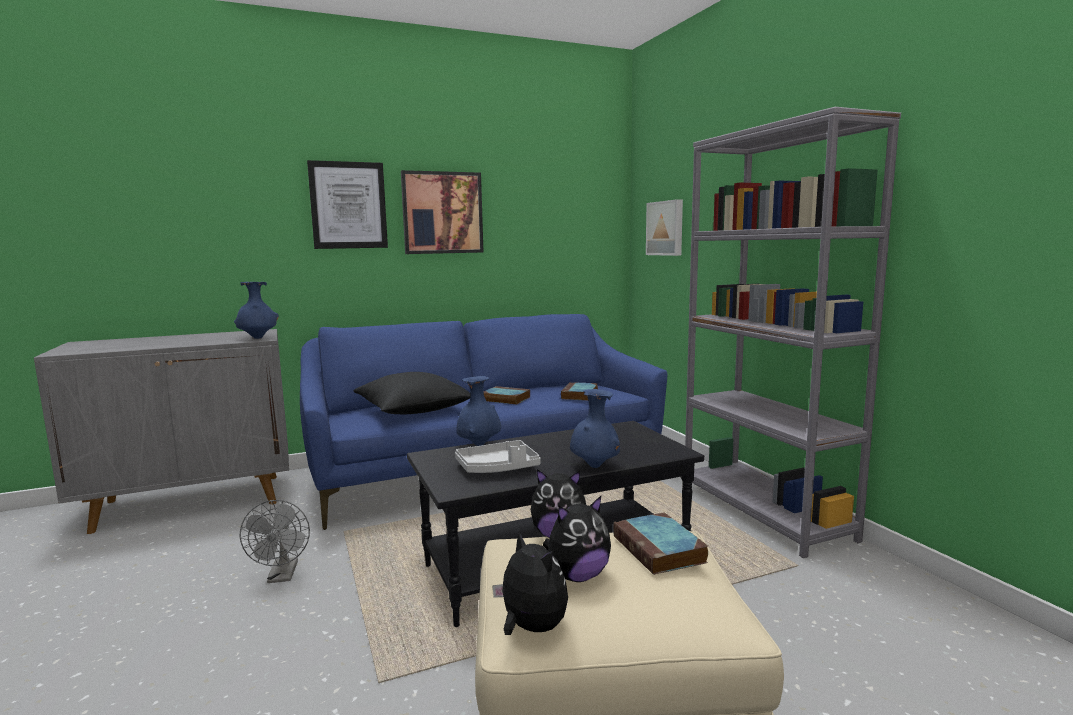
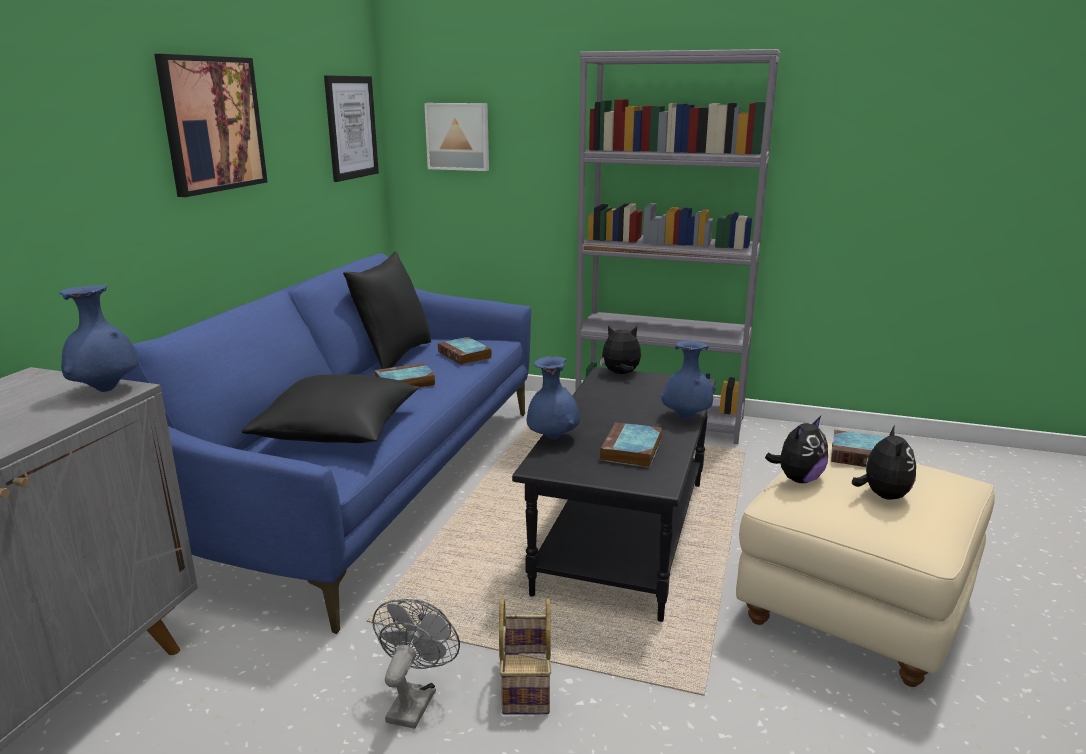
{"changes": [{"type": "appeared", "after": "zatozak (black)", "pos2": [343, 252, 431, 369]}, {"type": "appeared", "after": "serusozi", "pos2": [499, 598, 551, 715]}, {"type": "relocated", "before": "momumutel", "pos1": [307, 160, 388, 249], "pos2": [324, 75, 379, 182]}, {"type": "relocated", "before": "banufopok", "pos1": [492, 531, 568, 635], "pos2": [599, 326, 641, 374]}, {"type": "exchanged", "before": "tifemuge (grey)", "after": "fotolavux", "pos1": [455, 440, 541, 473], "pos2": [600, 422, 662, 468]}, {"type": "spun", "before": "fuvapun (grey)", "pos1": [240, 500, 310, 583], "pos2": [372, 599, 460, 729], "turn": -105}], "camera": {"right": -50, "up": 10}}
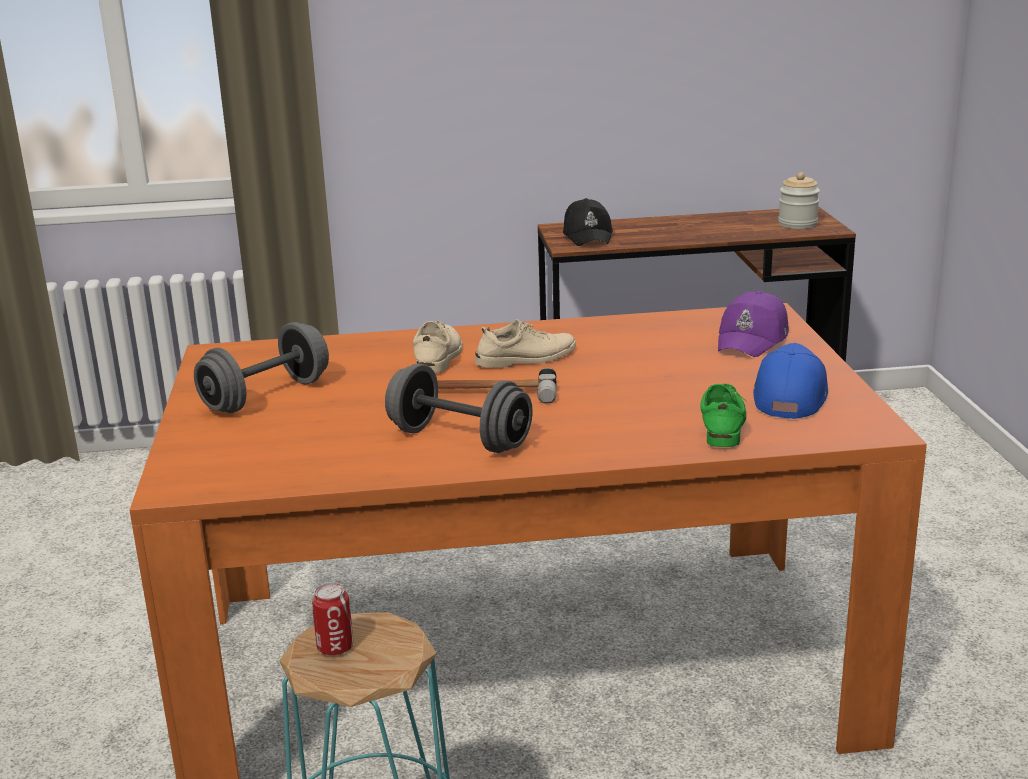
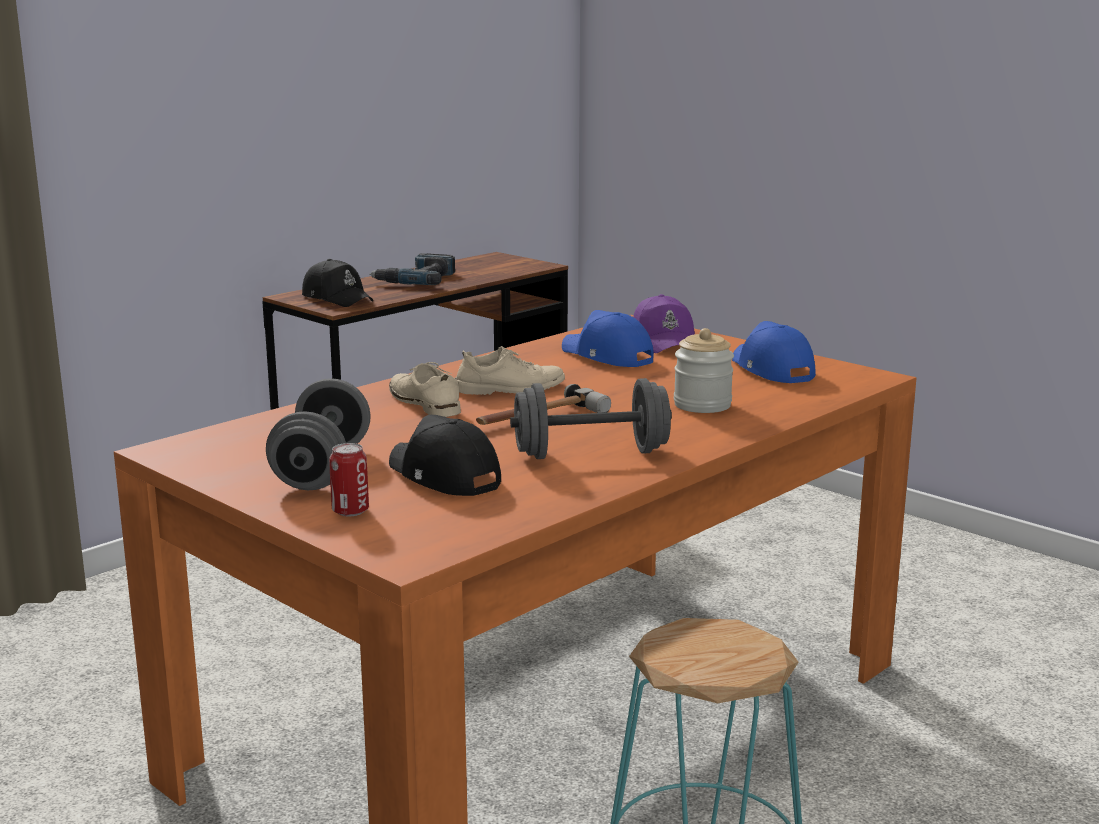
{"changes": [{"type": "missing", "before": "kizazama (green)", "pos1": [700, 384, 747, 447]}, {"type": "appeared", "after": "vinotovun", "pos2": [369, 253, 455, 285]}, {"type": "appeared", "after": "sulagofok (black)", "pos2": [389, 415, 501, 496]}, {"type": "appeared", "after": "sulagofok (blue)", "pos2": [562, 310, 654, 367]}, {"type": "relocated", "before": "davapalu", "pos1": [312, 583, 354, 656], "pos2": [329, 443, 369, 516]}, {"type": "relocated", "before": "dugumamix", "pos1": [778, 172, 820, 229], "pos2": [674, 328, 734, 413]}, {"type": "spun", "before": "kizazama (beige)", "pos1": [475, 319, 576, 368], "pos2": [455, 346, 565, 395], "turn": 45}], "camera": {"right": -40, "up": -5}}
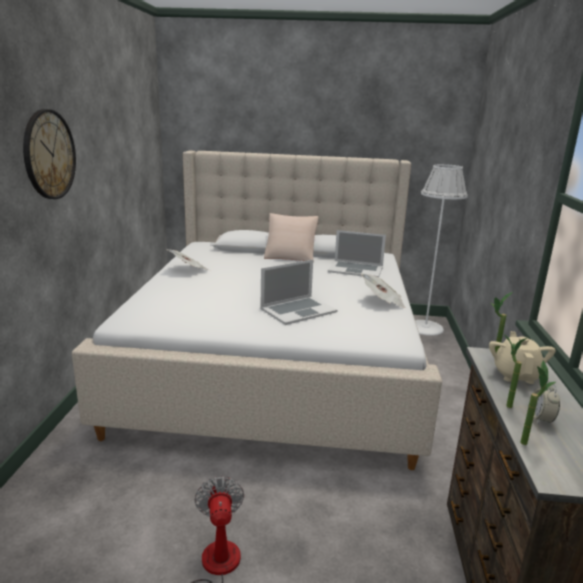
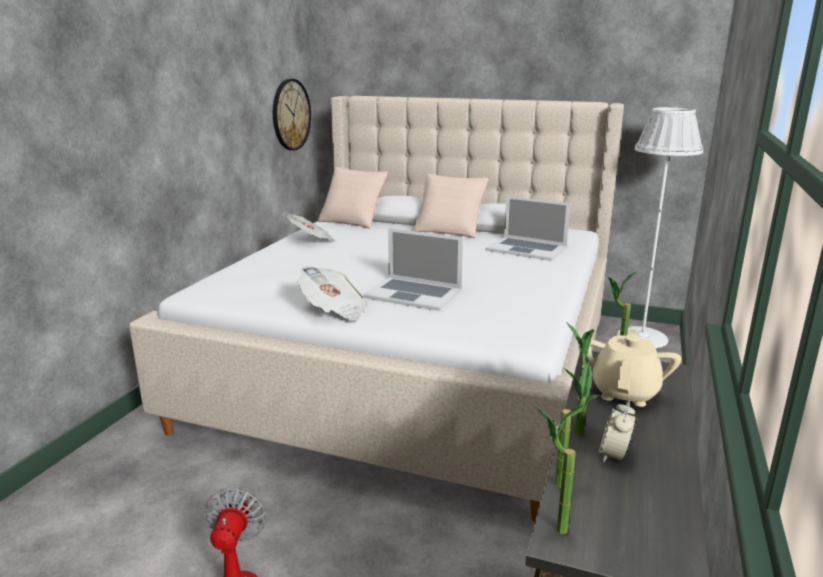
{"changes": [{"type": "appeared", "after": "zatozak (beige)", "pos2": [318, 167, 388, 229]}, {"type": "appeared", "after": "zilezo", "pos2": [535, 405, 585, 534]}, {"type": "relocated", "before": "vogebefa", "pos1": [23, 109, 76, 199], "pos2": [273, 79, 311, 151]}, {"type": "relocated", "before": "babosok", "pos1": [361, 273, 405, 308], "pos2": [297, 266, 368, 321]}, {"type": "spun", "before": "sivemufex", "pos1": [260, 260, 337, 325], "pos2": [362, 228, 463, 311], "turn": 45}], "camera": {"right": 15, "up": 0}}
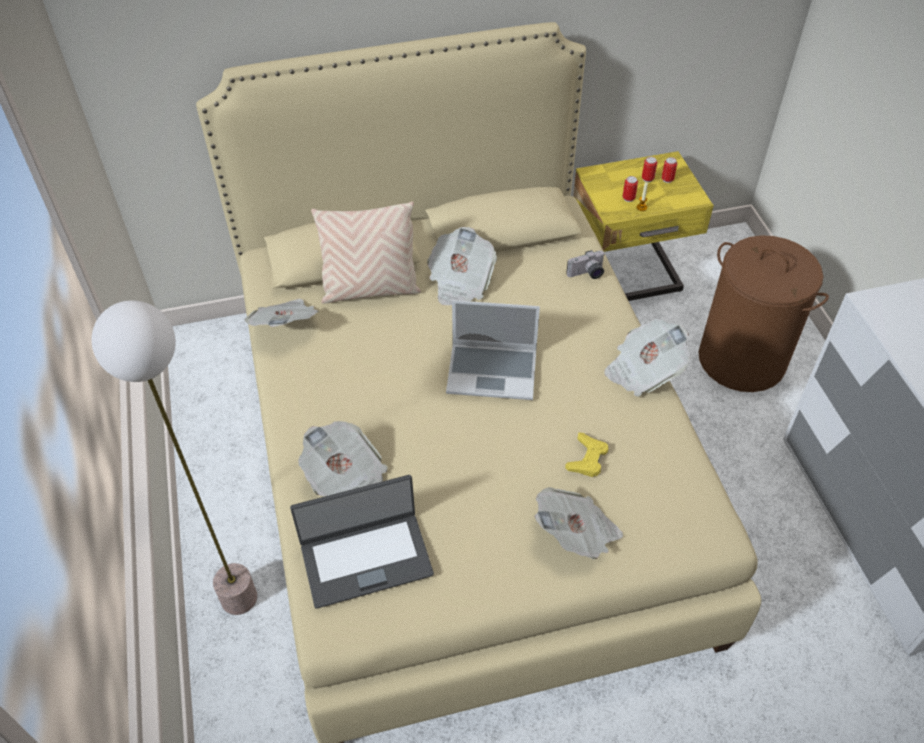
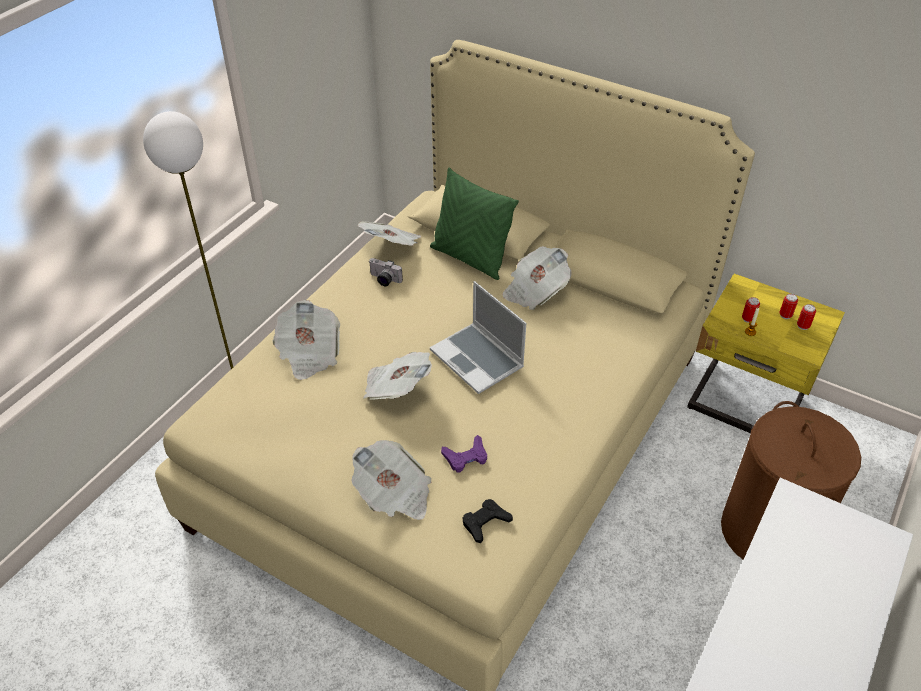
{"changes": [{"type": "missing", "before": "sivemufex", "pos1": [290, 475, 434, 609]}, {"type": "appeared", "after": "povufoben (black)", "pos2": [463, 499, 513, 543]}, {"type": "relocated", "before": "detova", "pos1": [566, 250, 605, 279], "pos2": [369, 258, 403, 286]}, {"type": "relocated", "before": "babosok", "pos1": [604, 319, 690, 397], "pos2": [363, 352, 432, 400]}, {"type": "colour", "before": "zatozak (beige)", "after": "zatozak (green)", "pos1": [311, 201, 421, 304], "pos2": [430, 168, 519, 280]}, {"type": "colour", "before": "povufoben (yellow)", "after": "povufoben (purple)", "pos1": [565, 433, 609, 477], "pos2": [441, 435, 487, 472]}], "camera": {"right": 45, "up": -5}}
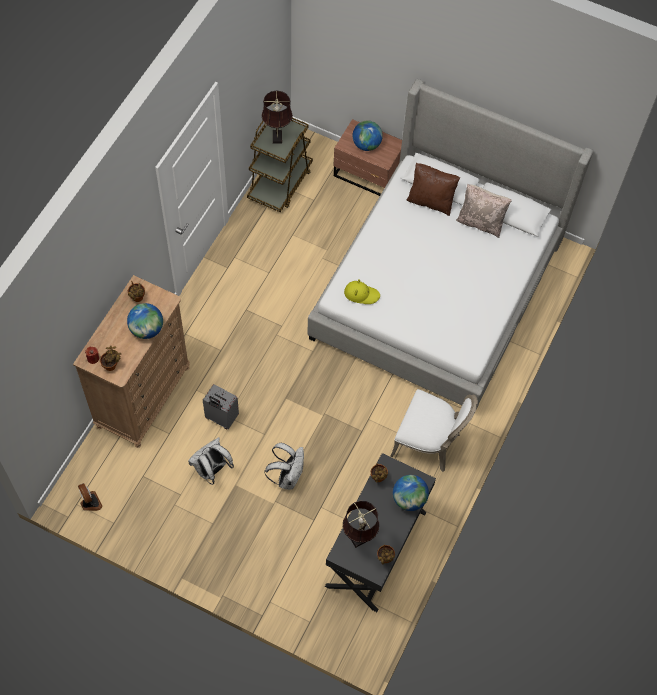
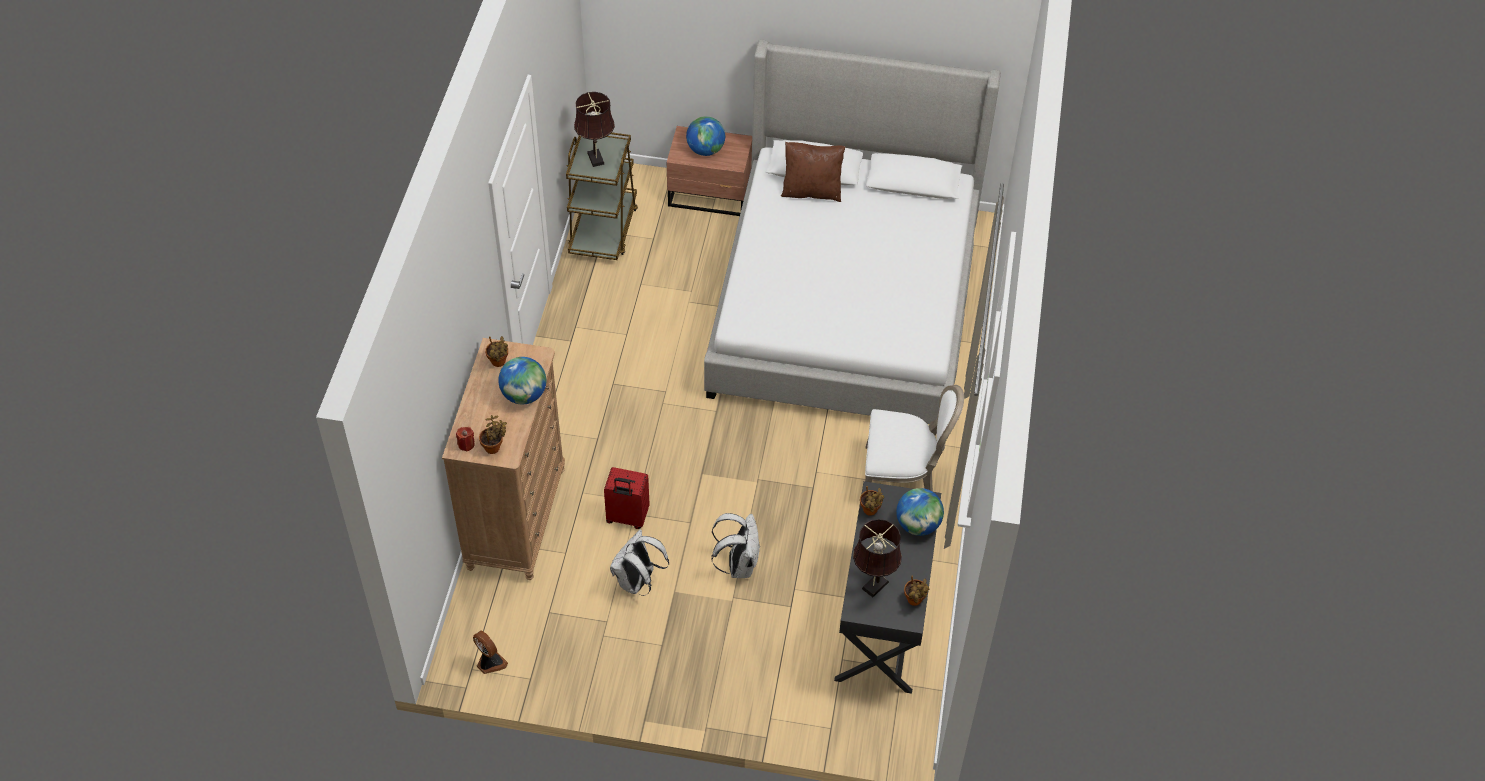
{"changes": [{"type": "missing", "before": "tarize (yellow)", "pos1": [344, 279, 380, 304]}, {"type": "missing", "before": "zatozak (beige)", "pos1": [456, 184, 512, 238]}, {"type": "colour", "before": "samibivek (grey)", "after": "samibivek (red)", "pos1": [203, 384, 239, 429], "pos2": [604, 467, 650, 529]}], "camera": {"right": -15, "up": -10}}
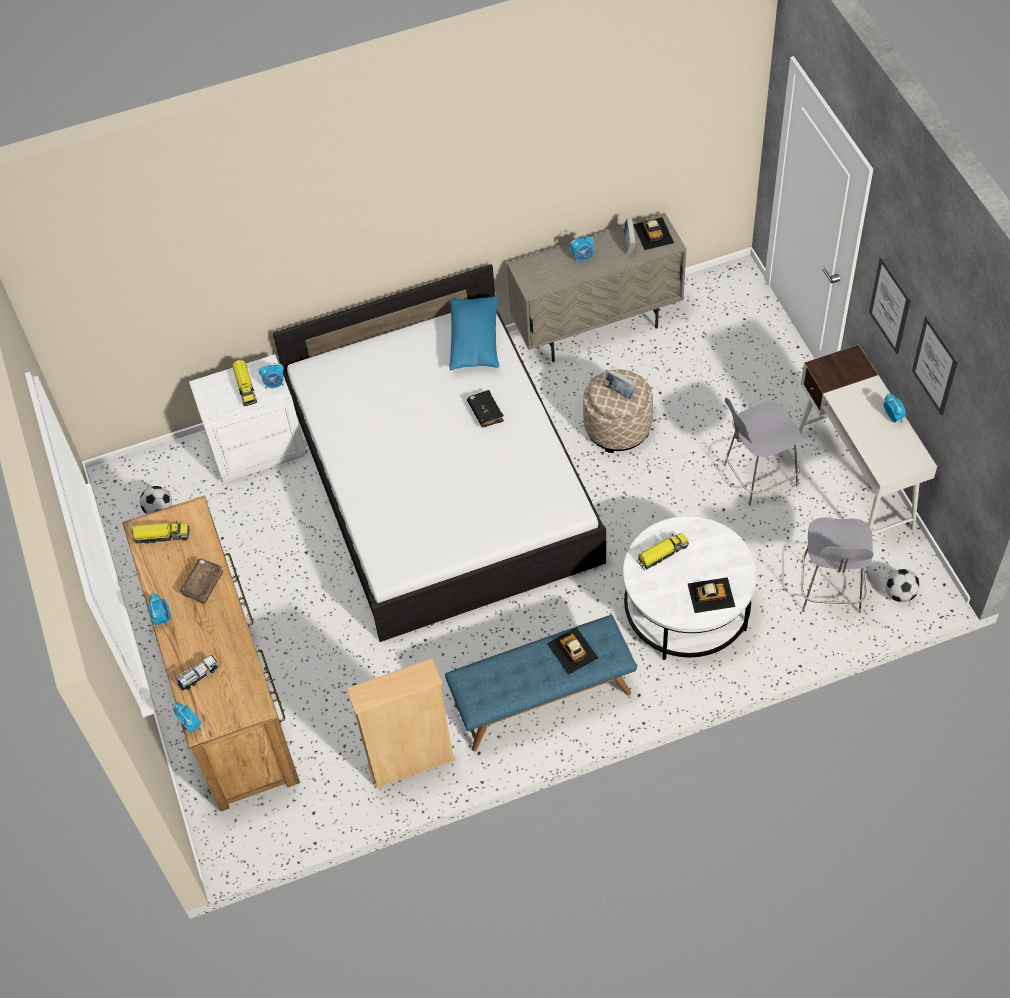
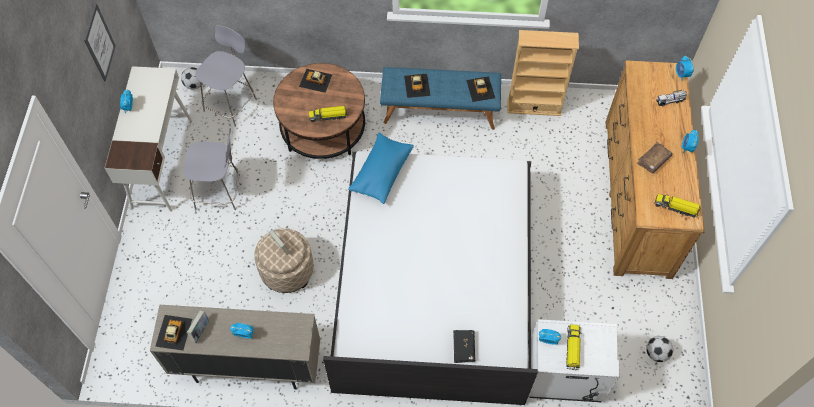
{"changes": [{"type": "missing", "before": "momumutel", "pos1": [869, 256, 911, 354]}, {"type": "appeared", "after": "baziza", "pos2": [466, 76, 495, 102]}, {"type": "relocated", "before": "zatozak (blue)", "pos1": [449, 296, 499, 370], "pos2": [348, 133, 414, 204]}, {"type": "relocated", "before": "fotolavux (black)", "pos1": [467, 390, 504, 428], "pos2": [453, 330, 475, 363]}, {"type": "colour", "before": "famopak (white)", "after": "famopak (brown)", "pos1": [623, 516, 757, 660], "pos2": [273, 63, 365, 159]}], "camera": {"right": -160, "up": 5}}
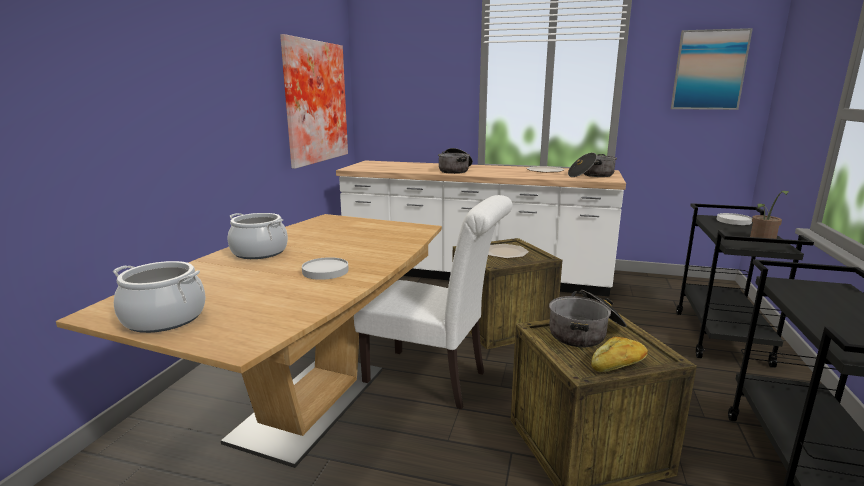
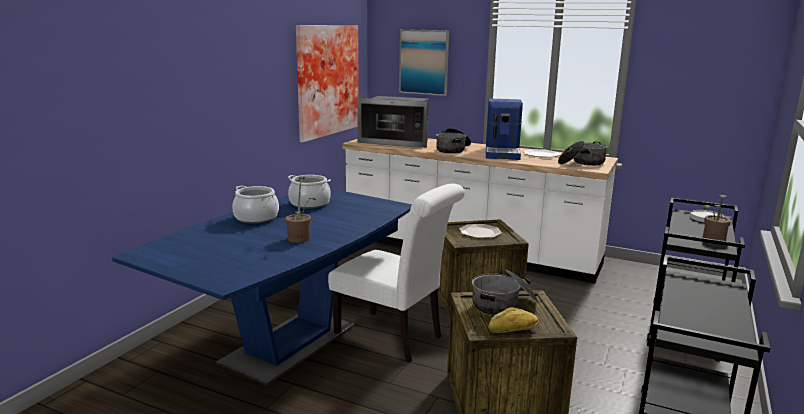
{"changes": [{"type": "appeared", "after": "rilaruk", "pos2": [357, 96, 429, 148]}, {"type": "appeared", "after": "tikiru", "pos2": [486, 99, 523, 160]}, {"type": "relocated", "before": "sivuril", "pos1": [113, 261, 206, 333], "pos2": [288, 175, 331, 209]}, {"type": "relocated", "before": "momumutel", "pos1": [671, 28, 753, 110], "pos2": [399, 29, 449, 96]}, {"type": "exchanged", "before": "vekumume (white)", "after": "zilezo", "pos1": [302, 257, 349, 280], "pos2": [285, 177, 316, 243]}, {"type": "colour", "before": "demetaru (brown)", "after": "demetaru (blue)", "pos1": [56, 214, 442, 468], "pos2": [112, 189, 412, 386]}], "camera": {"right": 10, "up": 0}}
